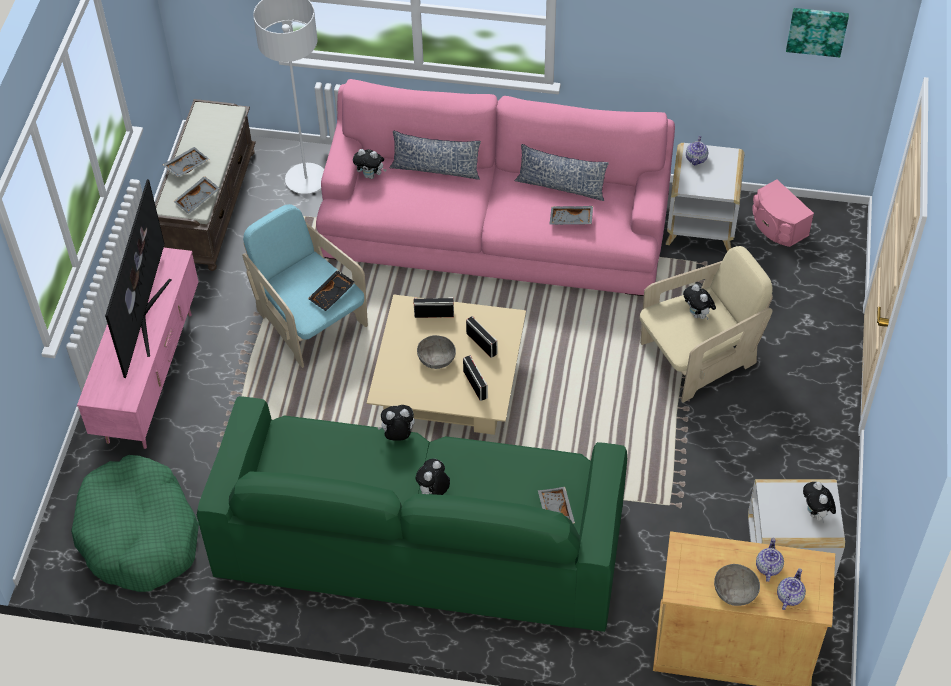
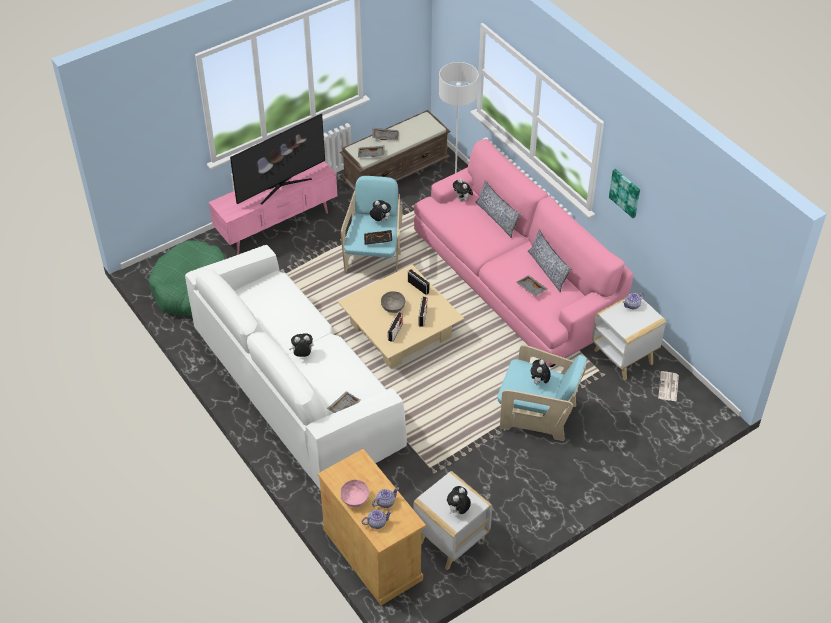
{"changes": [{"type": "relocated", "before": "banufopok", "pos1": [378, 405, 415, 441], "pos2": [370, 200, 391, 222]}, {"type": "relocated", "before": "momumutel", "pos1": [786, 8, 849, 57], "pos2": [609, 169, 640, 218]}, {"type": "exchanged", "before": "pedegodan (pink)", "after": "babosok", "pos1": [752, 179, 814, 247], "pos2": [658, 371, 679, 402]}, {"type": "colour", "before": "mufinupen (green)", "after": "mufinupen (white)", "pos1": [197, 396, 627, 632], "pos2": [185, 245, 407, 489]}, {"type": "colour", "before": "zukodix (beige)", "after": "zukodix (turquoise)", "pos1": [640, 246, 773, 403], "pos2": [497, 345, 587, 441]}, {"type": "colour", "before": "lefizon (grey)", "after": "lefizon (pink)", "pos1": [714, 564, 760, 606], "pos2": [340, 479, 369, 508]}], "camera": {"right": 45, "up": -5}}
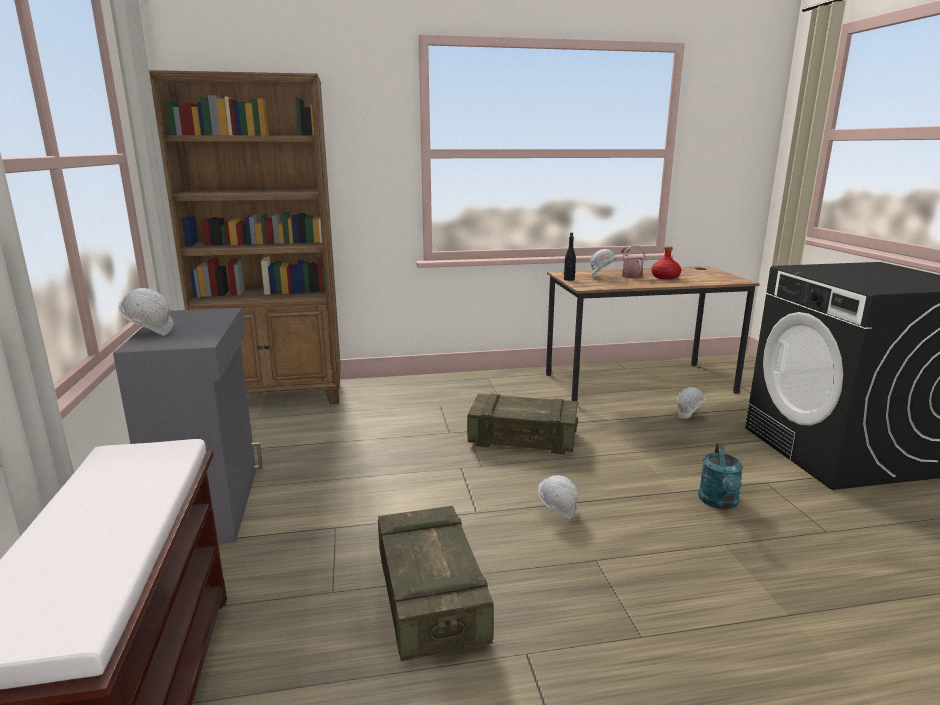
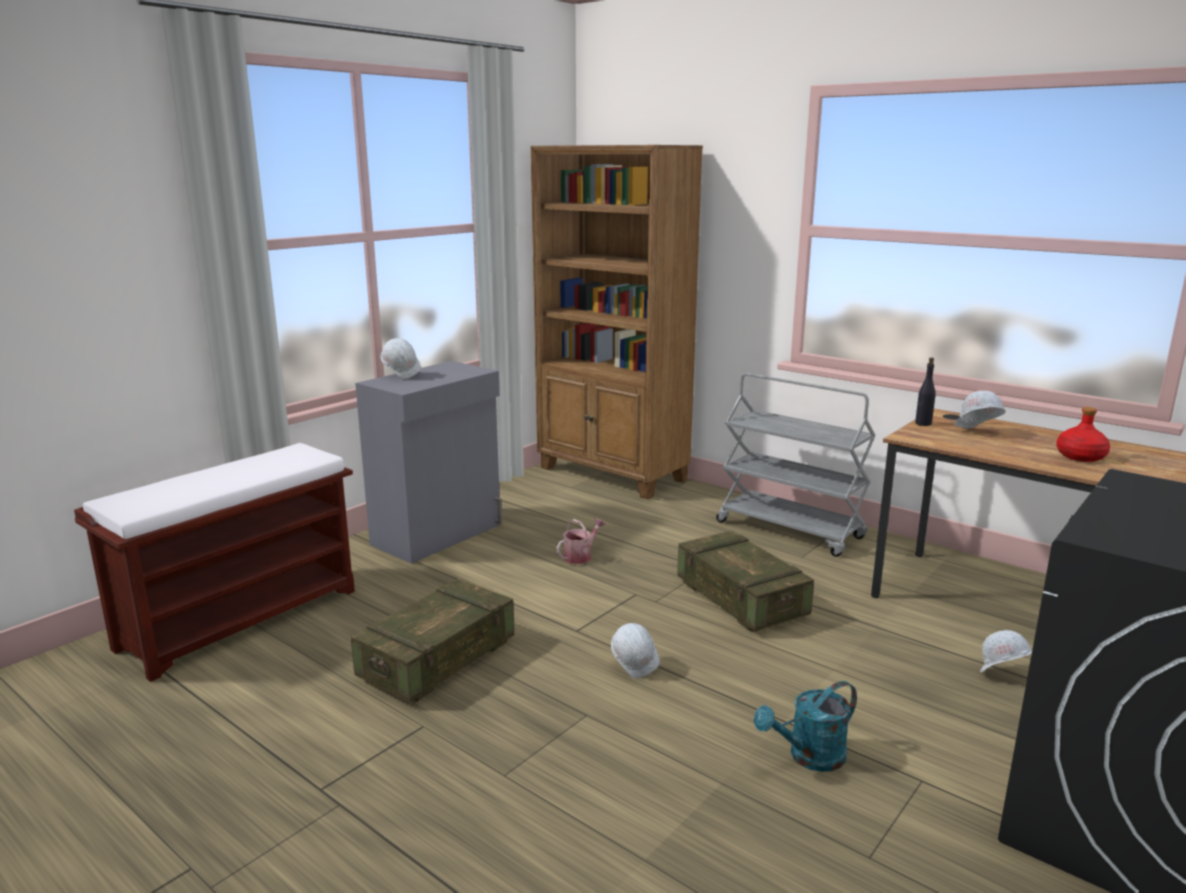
{"changes": [{"type": "appeared", "after": "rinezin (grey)", "pos2": [716, 373, 876, 557]}, {"type": "relocated", "before": "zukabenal", "pos1": [621, 246, 645, 278], "pos2": [557, 518, 605, 564]}], "camera": {"right": 50, "up": 0}}
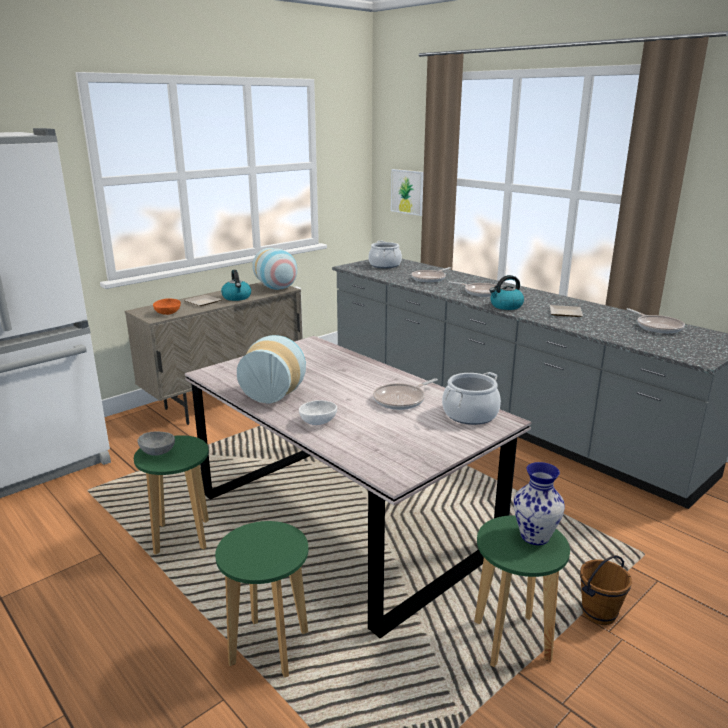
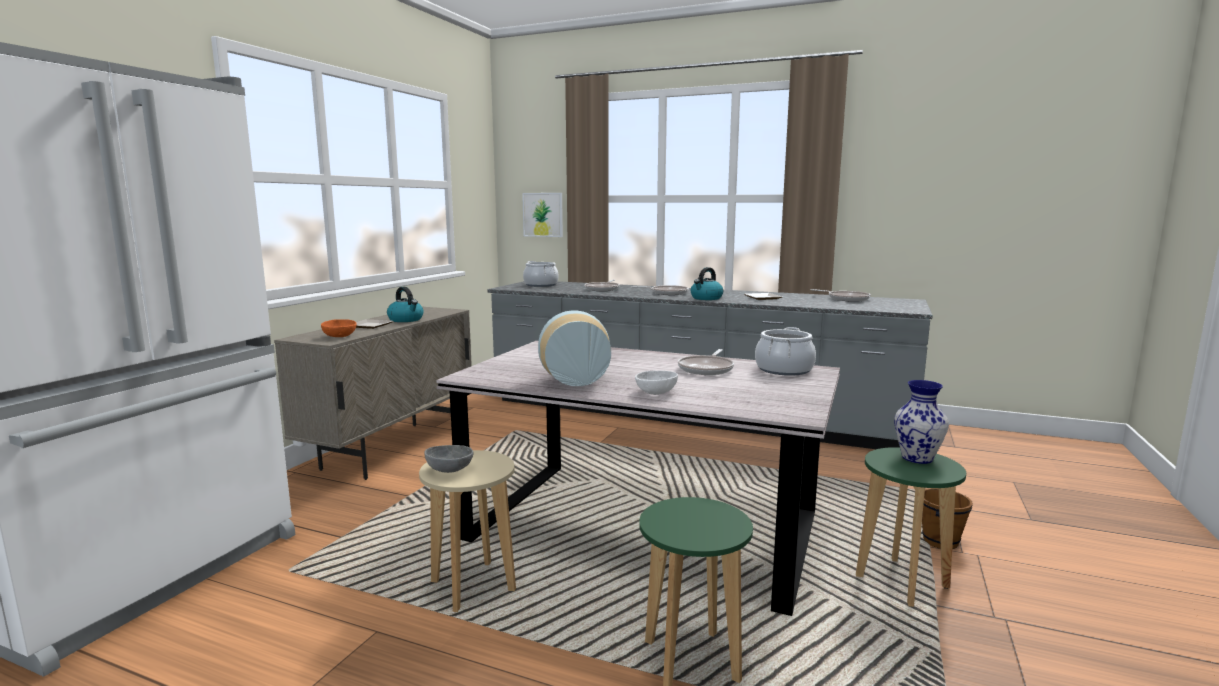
{"changes": [{"type": "missing", "before": "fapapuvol", "pos1": [252, 248, 297, 290]}, {"type": "colour", "before": "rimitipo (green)", "after": "rimitipo (beige)", "pos1": [134, 435, 209, 555], "pos2": [419, 450, 516, 612]}], "camera": {"right": -25, "up": -10}}
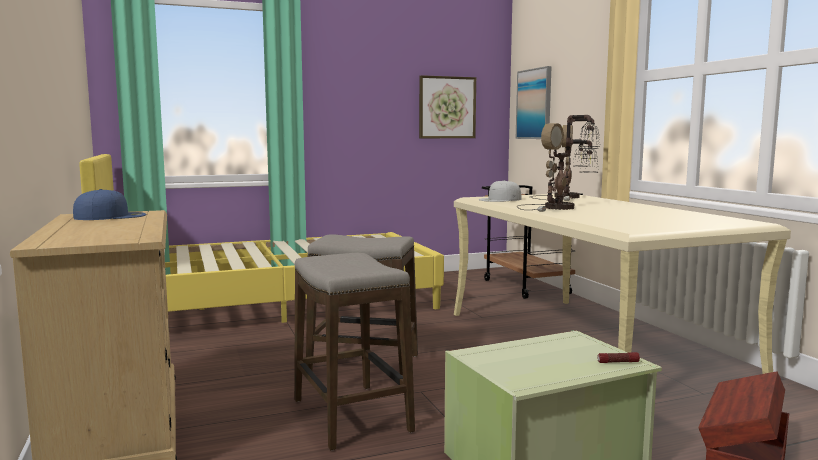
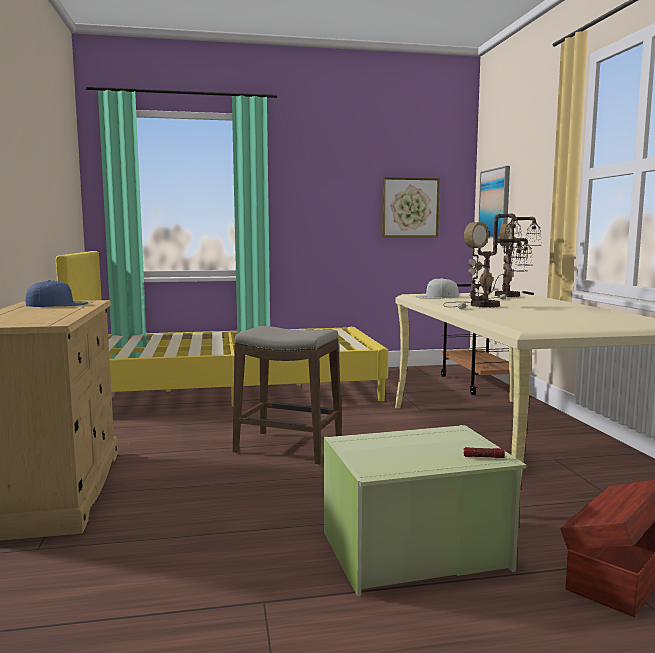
{"changes": [{"type": "missing", "before": "rimitipo", "pos1": [294, 253, 415, 450]}], "camera": {"right": 10, "up": 0}}
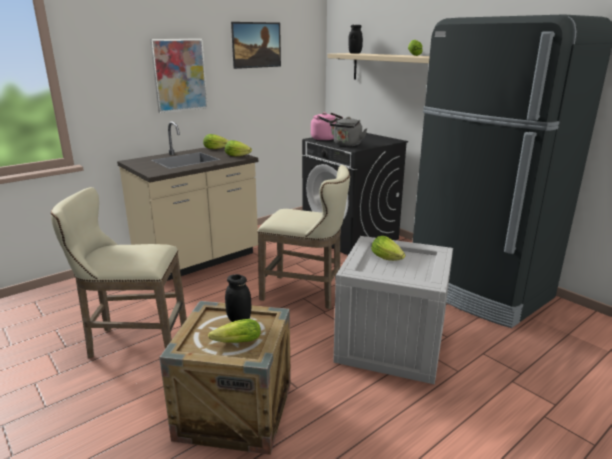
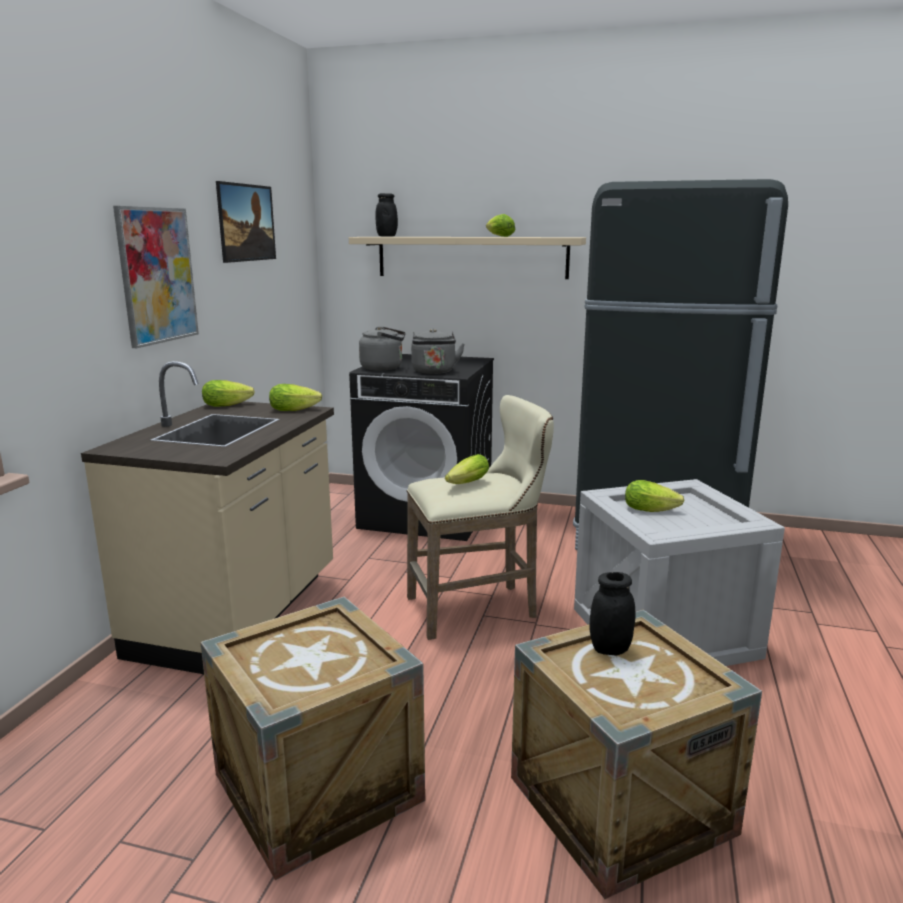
{"changes": [{"type": "relocated", "before": "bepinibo", "pos1": [208, 319, 261, 343], "pos2": [445, 454, 489, 484]}, {"type": "exchanged", "before": "rimitipo (beige)", "after": "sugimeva", "pos1": [51, 187, 187, 358], "pos2": [200, 597, 425, 880]}, {"type": "colour", "before": "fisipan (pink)", "after": "fisipan (grey)", "pos1": [311, 112, 343, 140], "pos2": [359, 326, 406, 371]}], "camera": {"right": -35, "up": -5}}
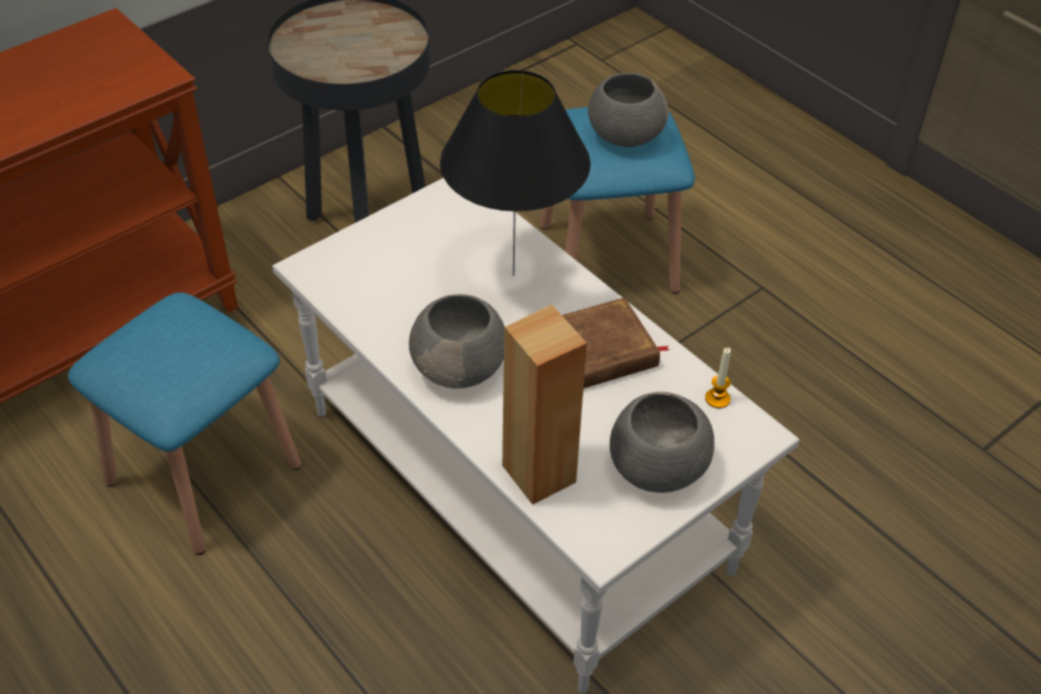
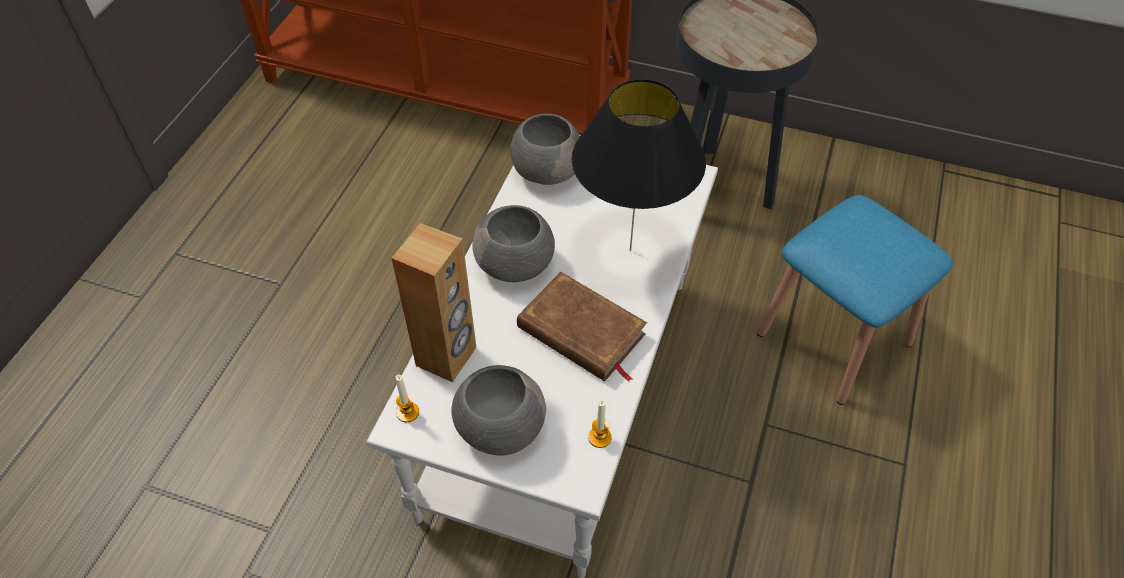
{"changes": [{"type": "missing", "before": "rimitipo (blue)", "pos1": [68, 293, 301, 555]}, {"type": "appeared", "after": "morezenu", "pos2": [395, 375, 419, 422]}, {"type": "relocated", "before": "lefizon (grey)", "pos1": [588, 73, 669, 147], "pos2": [510, 114, 580, 185]}], "camera": {"right": 60, "up": 5}}
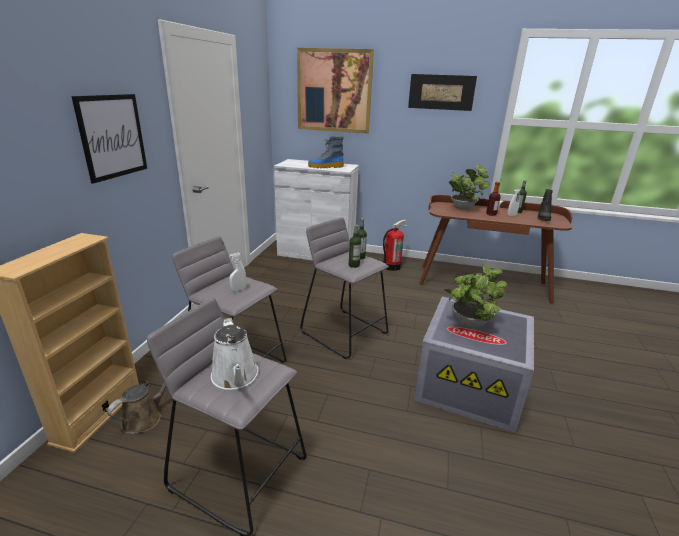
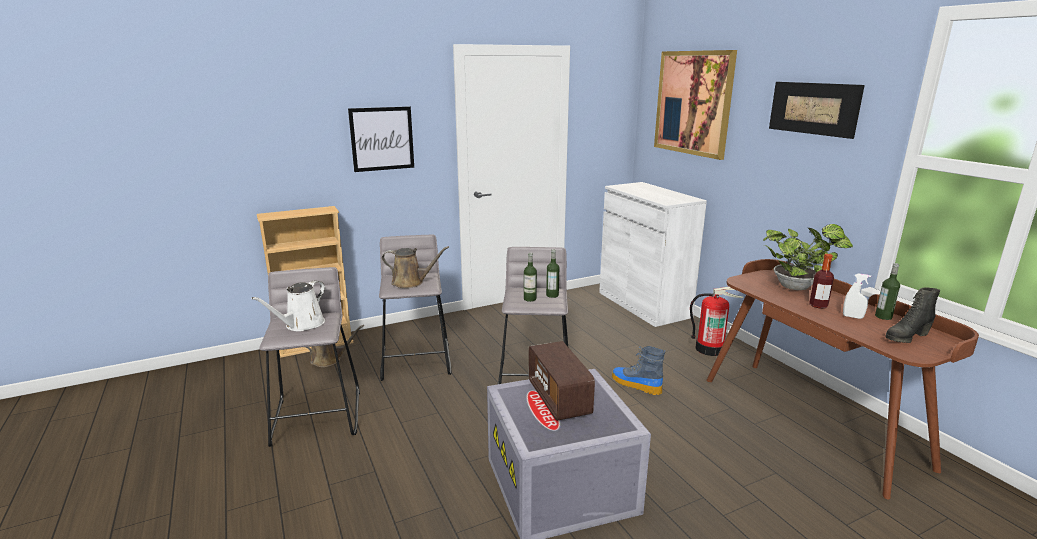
{"changes": [{"type": "relocated", "before": "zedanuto", "pos1": [308, 136, 344, 168], "pos2": [612, 346, 666, 395]}, {"type": "exchanged", "before": "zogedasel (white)", "after": "zukabenal (brown)", "pos1": [229, 253, 246, 292], "pos2": [382, 246, 449, 288]}, {"type": "exchanged", "before": "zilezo", "after": "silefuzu", "pos1": [445, 264, 507, 328], "pos2": [529, 341, 595, 421]}], "camera": {"right": 50, "up": -5}}
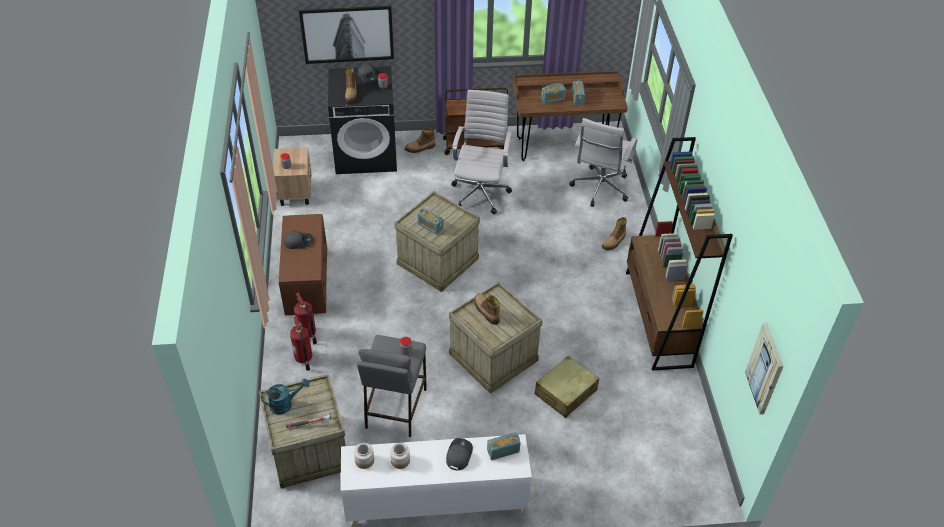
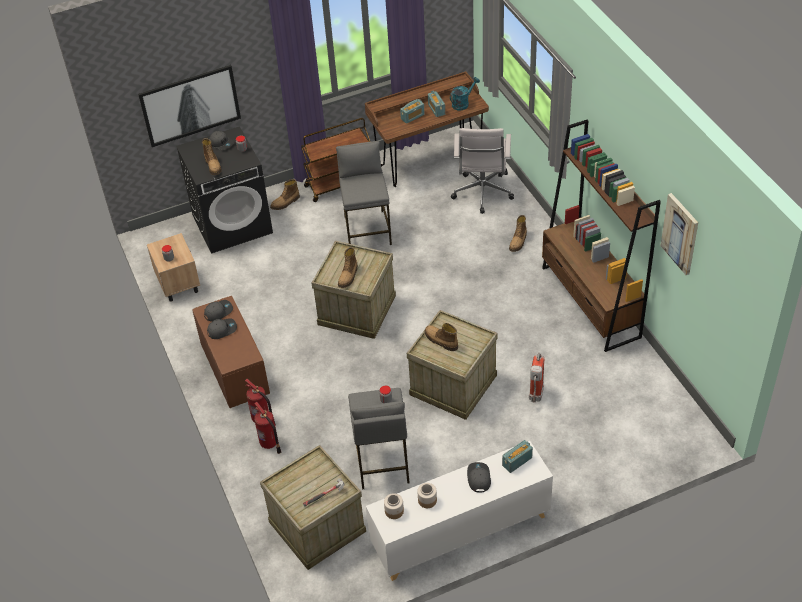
{"changes": [{"type": "appeared", "after": "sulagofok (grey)", "pos2": [204, 300, 233, 322]}, {"type": "relocated", "before": "zukabenal (turquoise)", "pos1": [261, 378, 309, 415], "pos2": [450, 77, 480, 110]}, {"type": "relocated", "before": "momumutel", "pos1": [745, 324, 783, 415], "pos2": [661, 193, 698, 275]}, {"type": "exchanged", "before": "silefuzu", "after": "zedanuto", "pos1": [418, 208, 443, 235], "pos2": [338, 247, 358, 288]}, {"type": "exchanged", "before": "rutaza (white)", "after": "rimitipo (grey)", "pos1": [451, 90, 512, 214], "pos2": [336, 141, 392, 245]}, {"type": "exchanged", "before": "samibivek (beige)", "after": "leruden", "pos1": [535, 356, 599, 418], "pos2": [529, 353, 544, 403]}], "camera": {"right": -15, "up": 0}}
